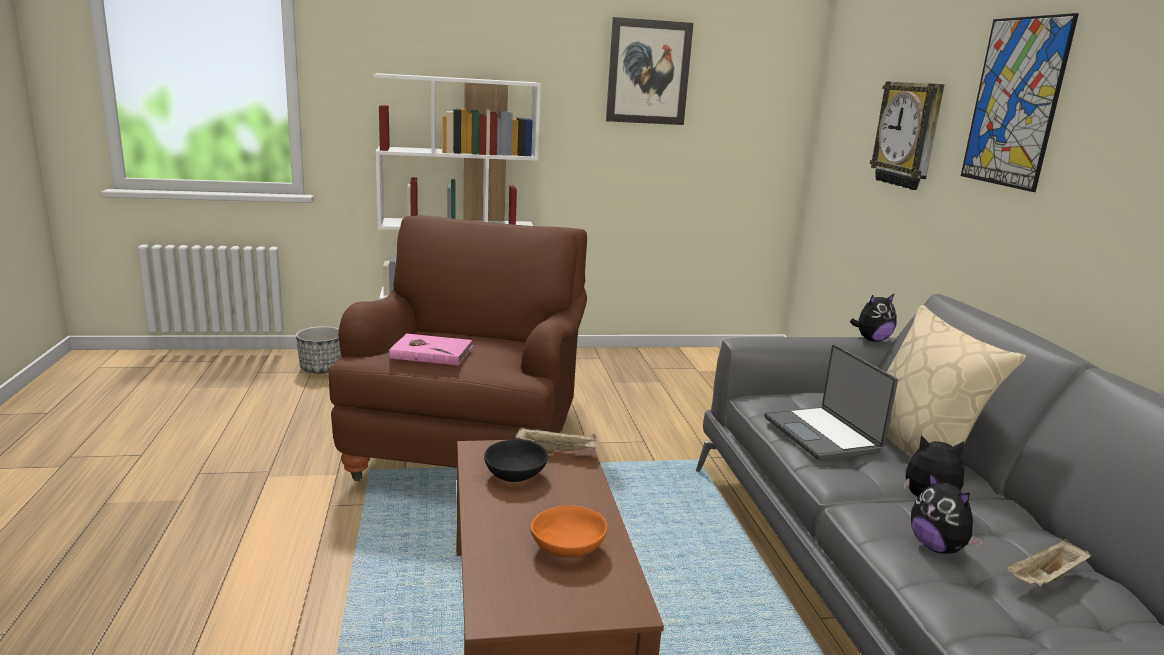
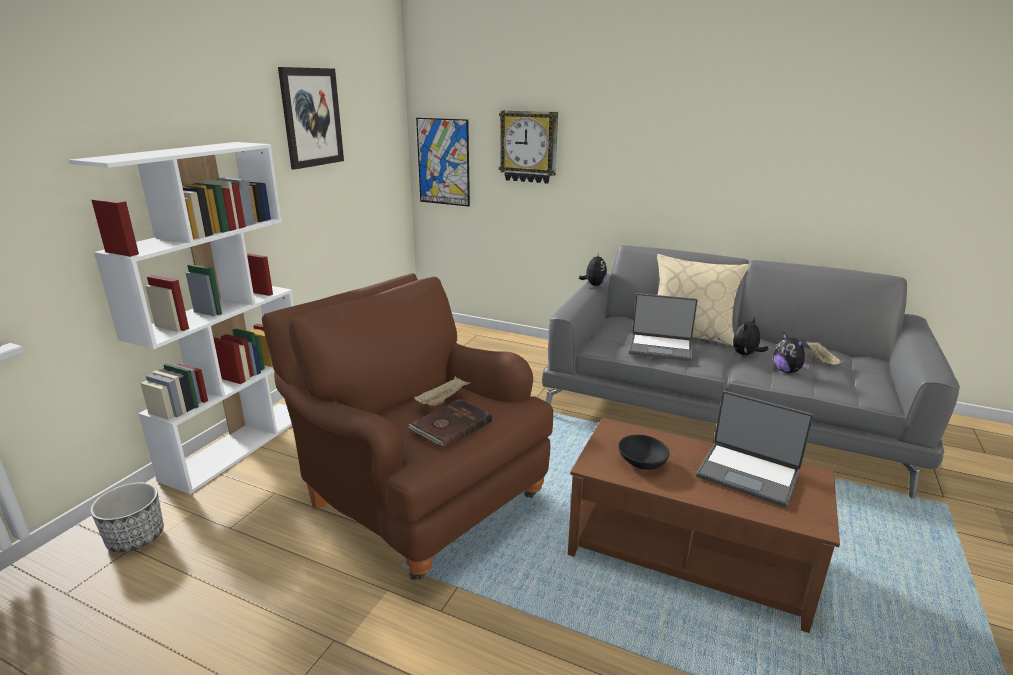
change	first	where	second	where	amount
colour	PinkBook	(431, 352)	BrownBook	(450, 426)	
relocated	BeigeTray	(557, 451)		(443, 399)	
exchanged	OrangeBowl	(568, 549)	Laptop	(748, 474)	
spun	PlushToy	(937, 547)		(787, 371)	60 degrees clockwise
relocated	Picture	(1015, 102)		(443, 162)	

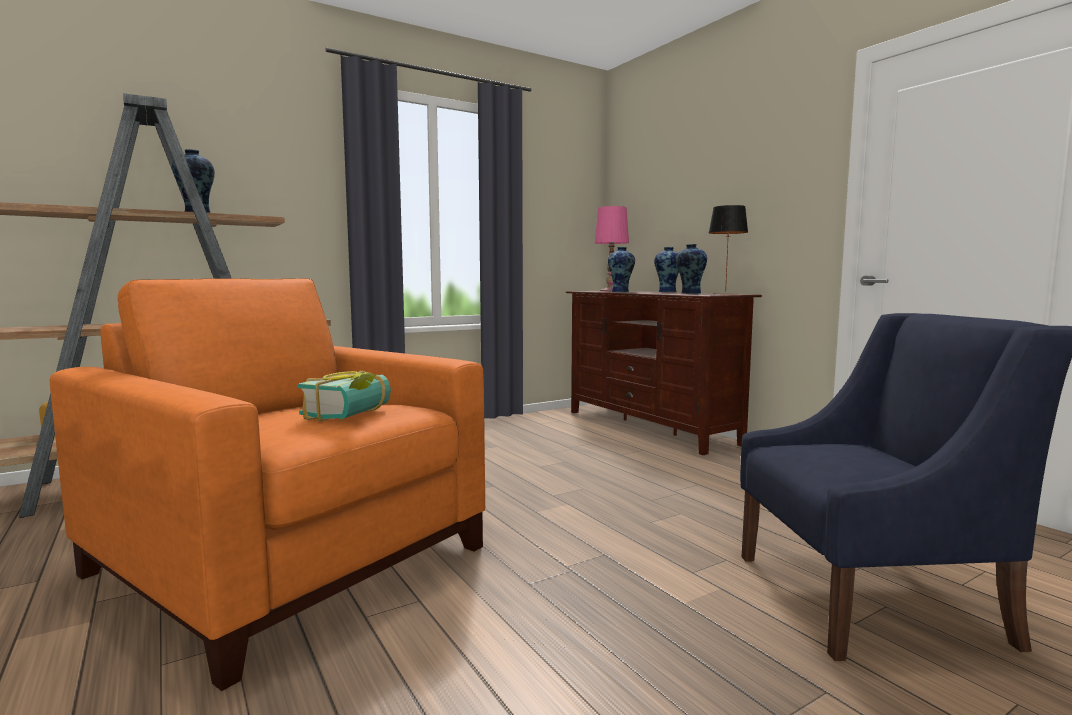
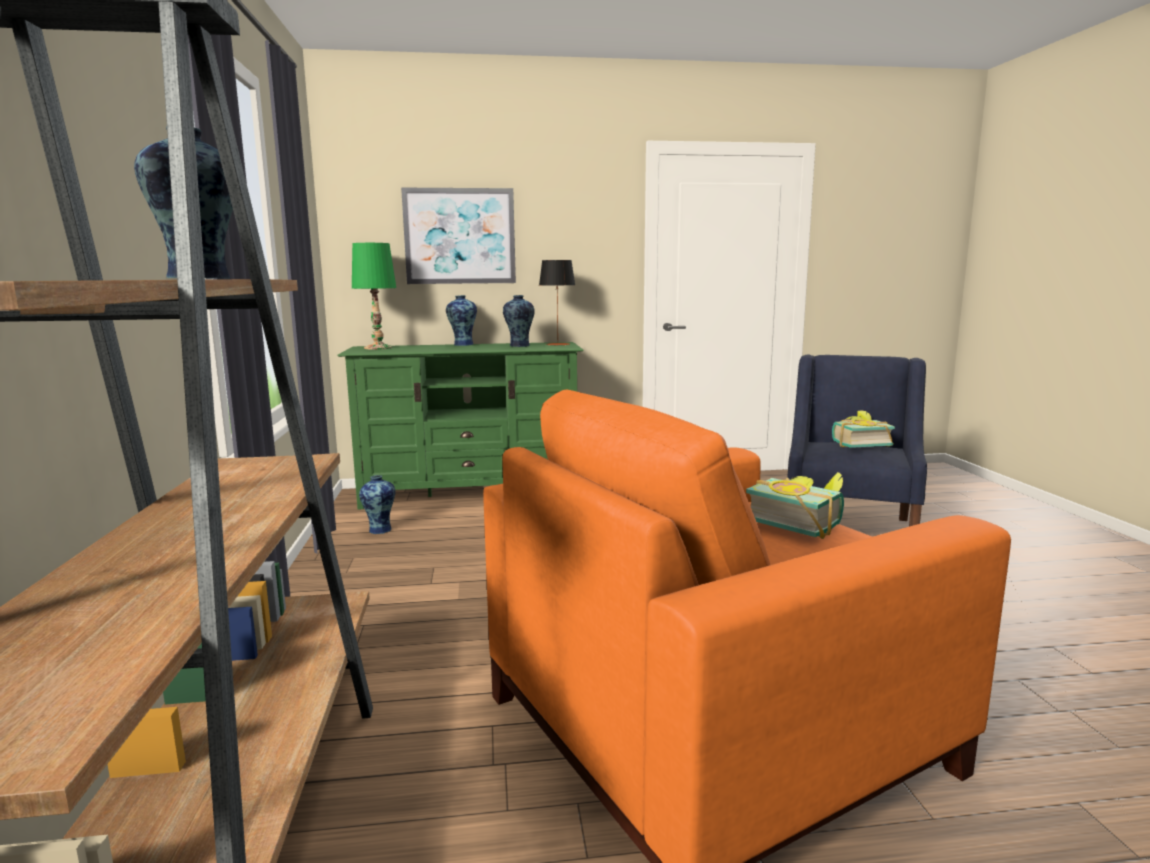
change	first	where	second	where	amount
colour	BrownTvStand	(650, 427)	GreenTvStand	(471, 494)	
colour	PinkTableLamp	(610, 290)	GreenTableLamp	(378, 348)	
relocated	Vase	(621, 292)		(380, 529)	
appeared			Picture	(460, 236)	
appeared			Book	(858, 444)	

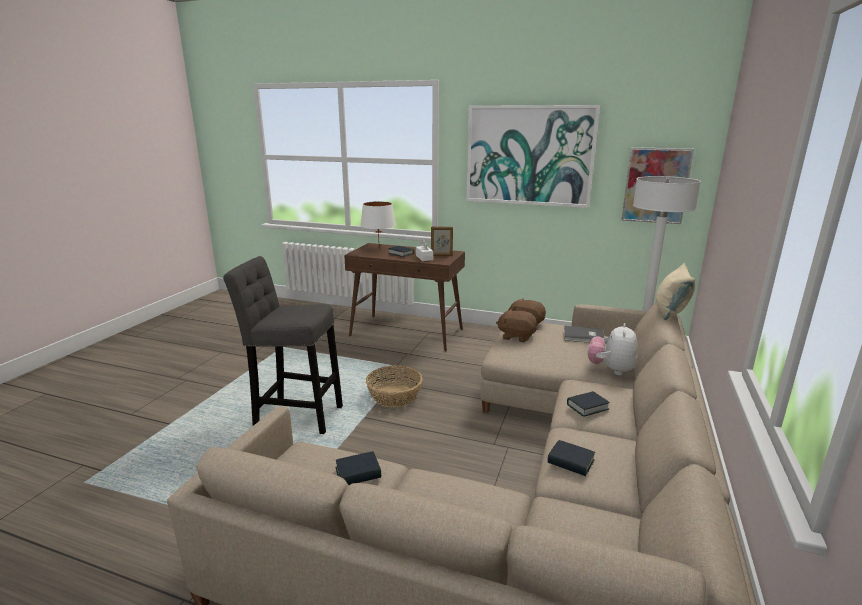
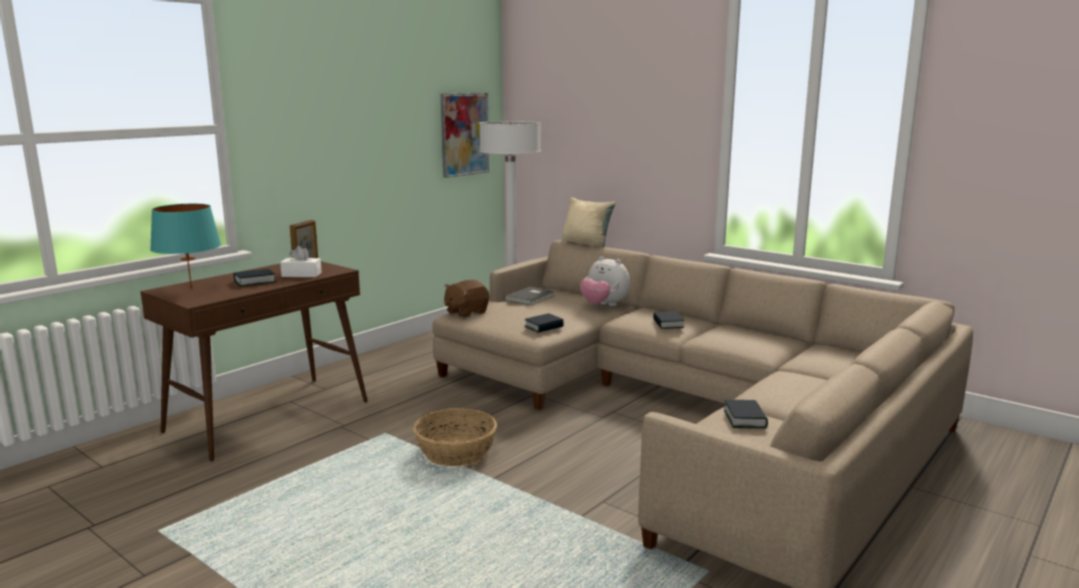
change	first	where	second	where	amount
missing	GreyStool	(295, 415)			
colour	WhiteTableLamp	(379, 248)	TurquoiseTableLamp	(191, 288)	
missing	Picture	(529, 155)			
missing	BrownPlushToy	(516, 336)			
relocated	Book	(570, 462)		(543, 327)	

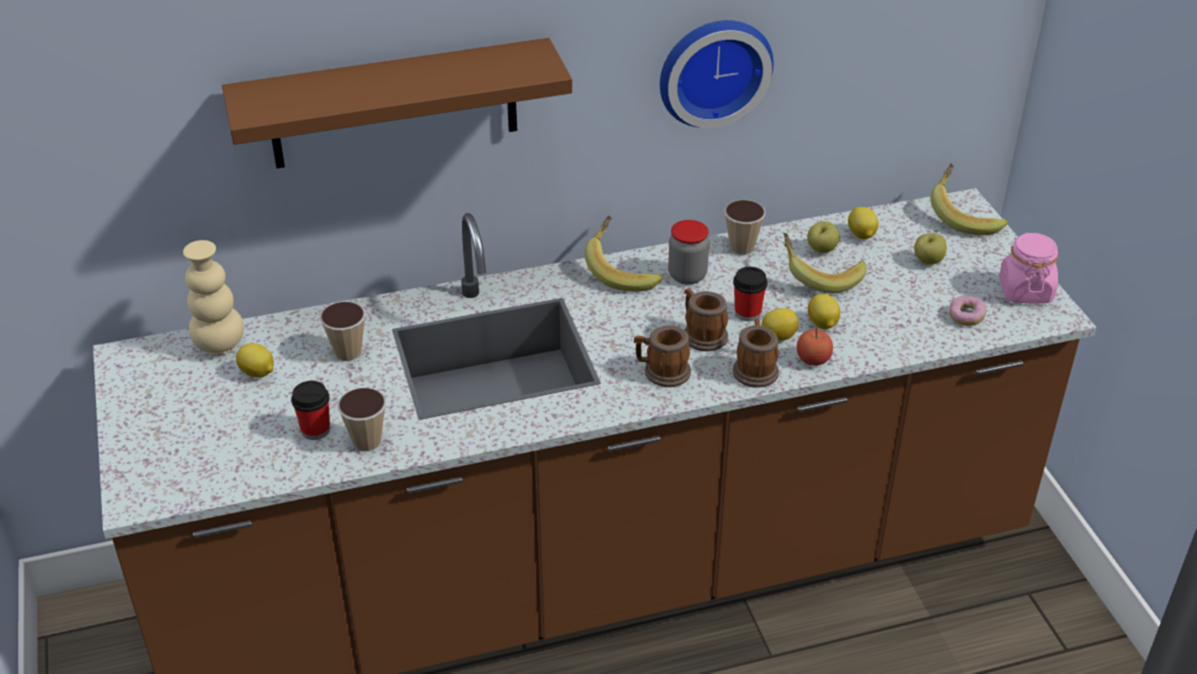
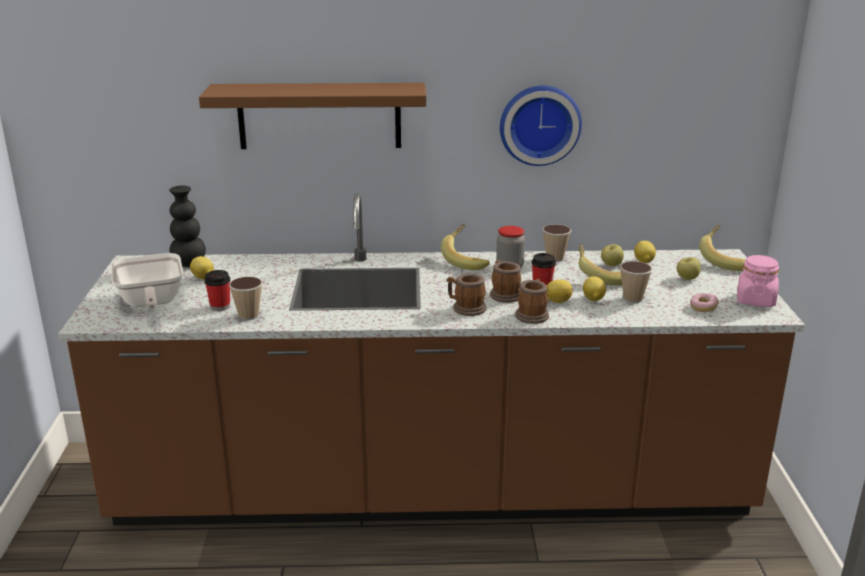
change	first	where	second	where	amount
colour	BeigeVase	(220, 346)	BlackVase	(189, 264)	
relocated	Cup	(348, 352)		(632, 298)	
missing	Apple	(813, 359)			
appeared			FryingPan	(151, 303)	

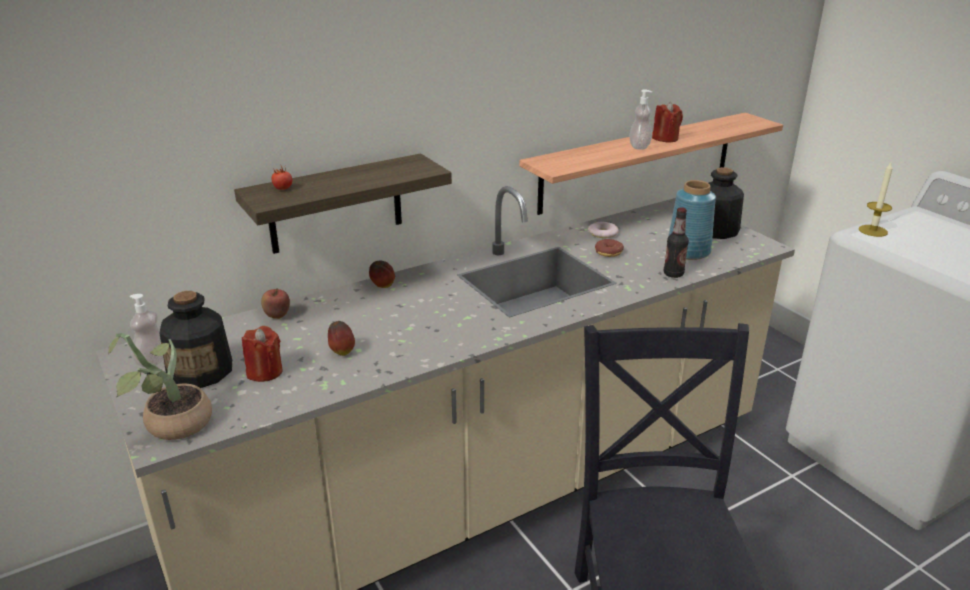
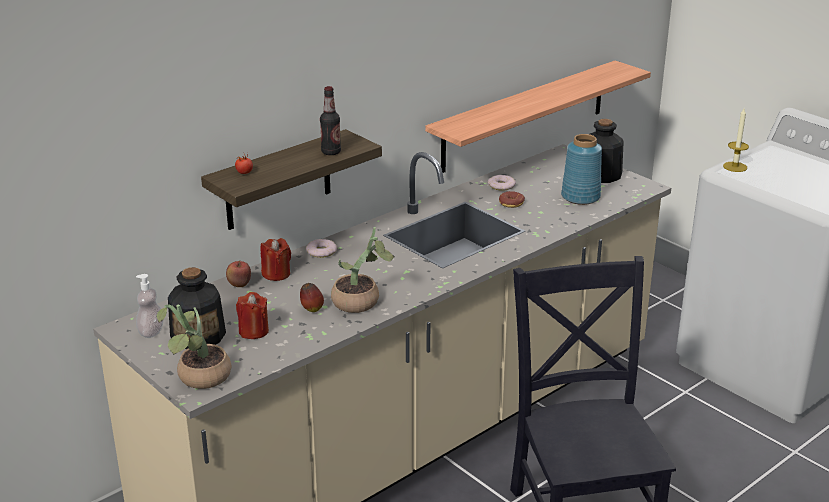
change	first	where	second	where	amount
exchanged	Apple	(382, 287)	Donut	(321, 251)	
missing	SoapDispenser	(639, 147)			
relocated	RedCandle	(665, 138)		(276, 274)	
relocated	Bottle	(673, 274)		(331, 152)	
appeared			PottedPlant	(361, 303)	

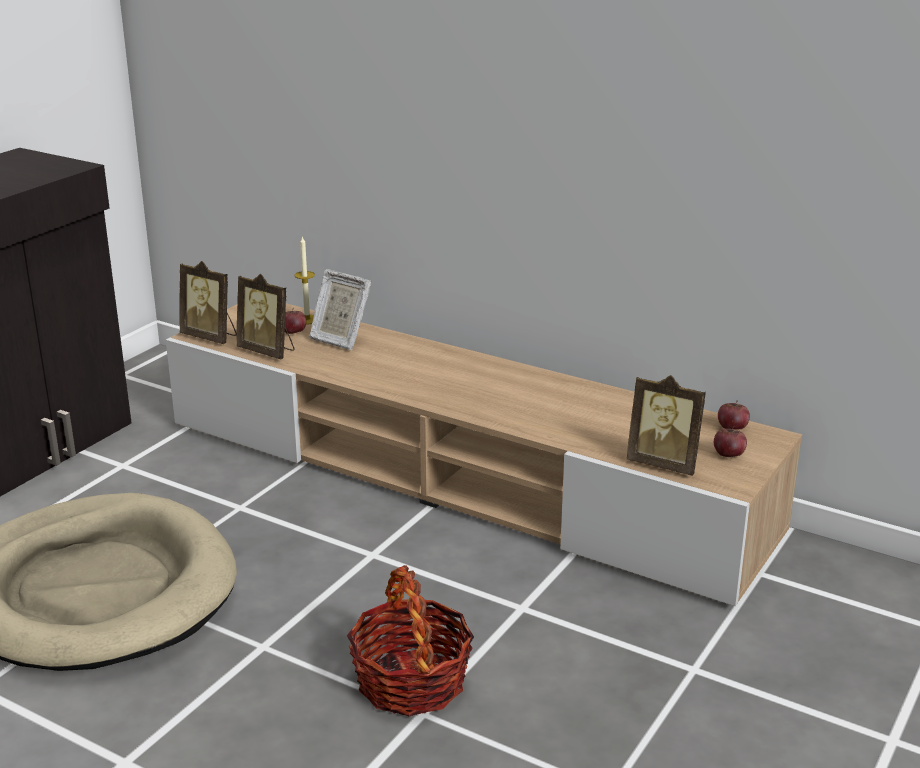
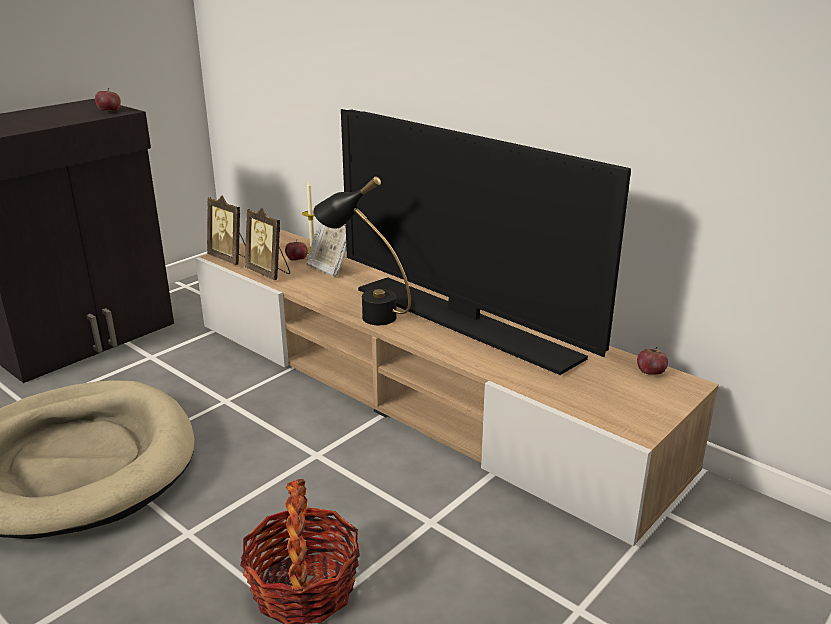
change	first	where	second	where	amount
missing	PictureFrame	(664, 464)			
relocated	Apple	(728, 455)		(109, 111)	
appeared			BlackTableLamp	(365, 313)	
appeared			Television	(465, 322)	

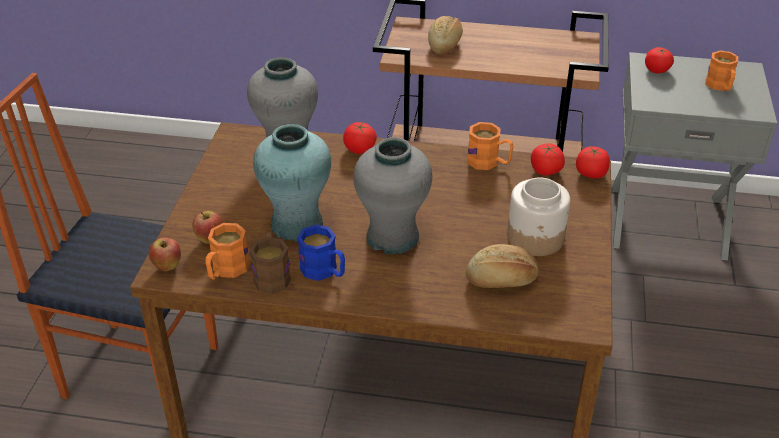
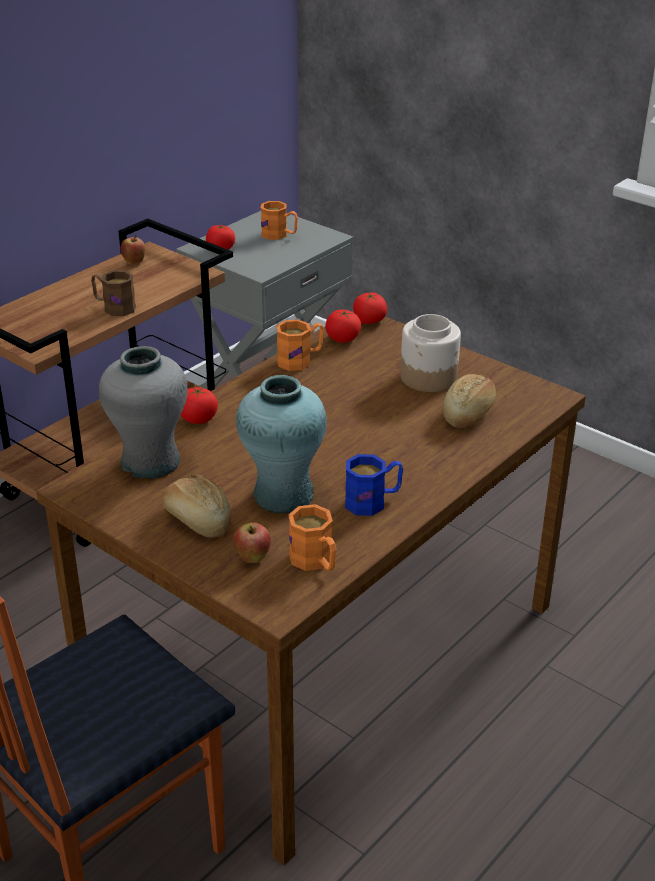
change	first	where	second	where	amount
relocated	Apple	(167, 267)		(134, 263)	
relocated	BrownMug	(272, 275)		(114, 307)	
missing	GreyVase	(393, 238)			
relocated	Bread	(445, 44)		(198, 520)	

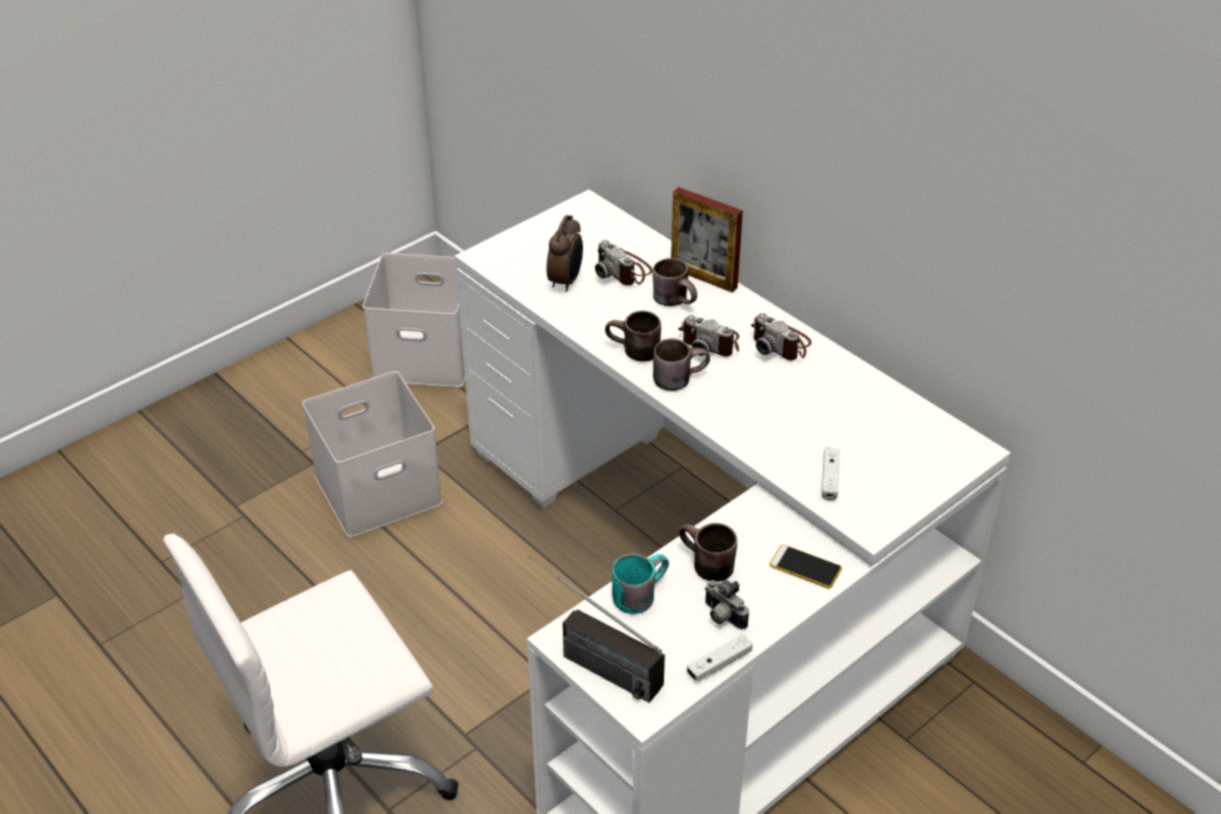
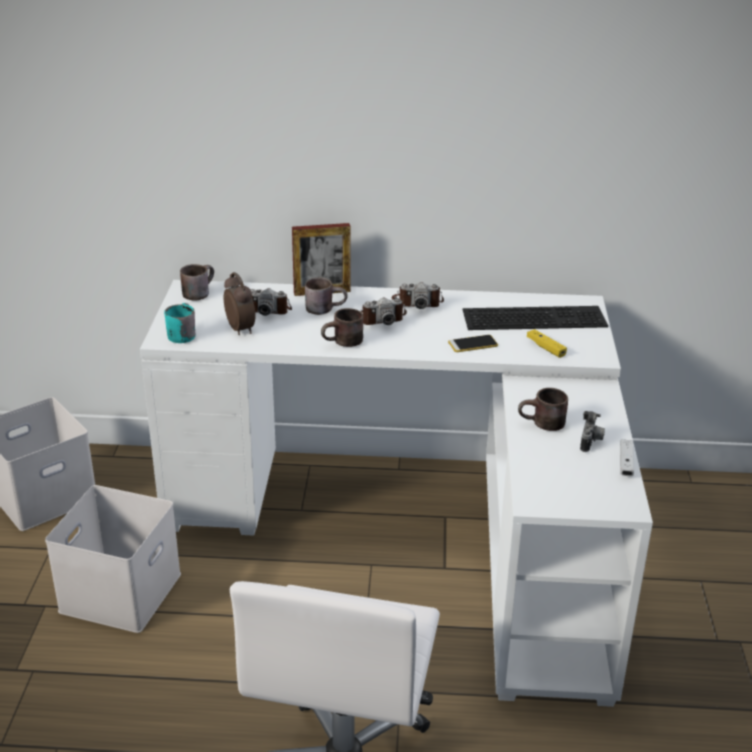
change	first	where	second	where	amount
missing	Radio	(588, 660)			
relocated	TurquoiseMug	(637, 593)		(180, 334)	
relocated	BrownMug	(678, 377)		(197, 292)	
spun	PhotoCamera	(722, 617)		(591, 442)	75 degrees counterclockwise
relocated	Phone	(805, 567)		(473, 344)	
colour	WhiteGameController	(830, 479)	YellowGameController	(545, 348)	
appeared			Keyboard	(535, 317)	

